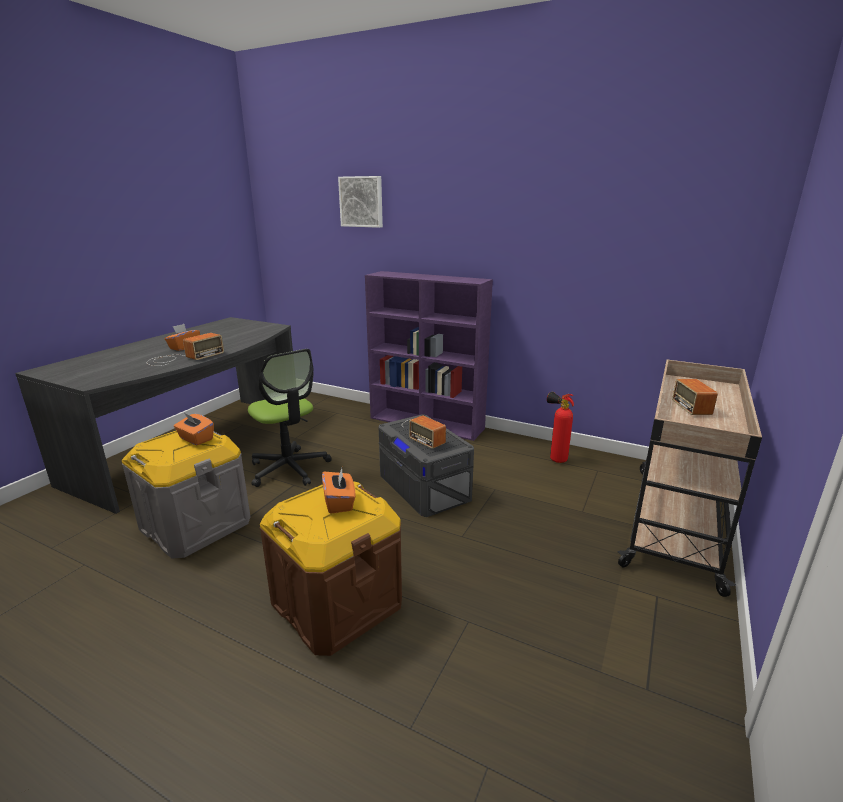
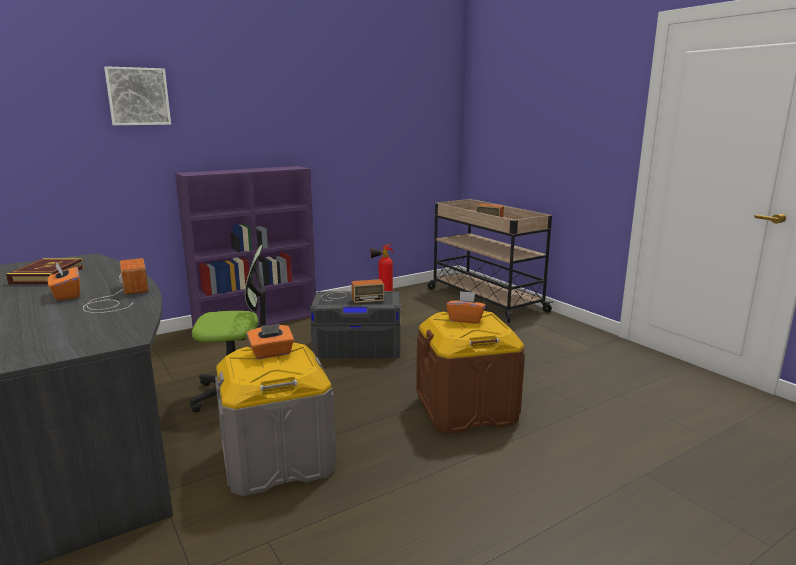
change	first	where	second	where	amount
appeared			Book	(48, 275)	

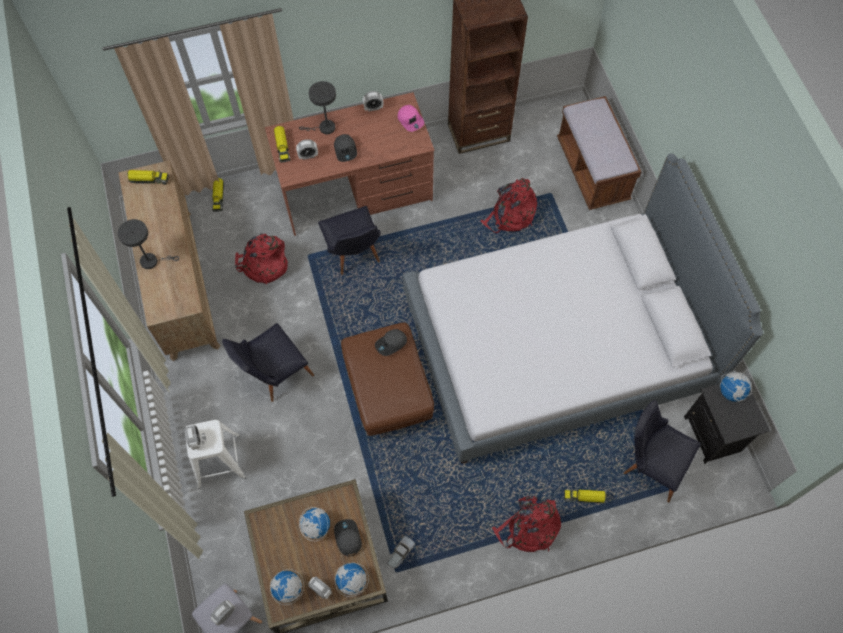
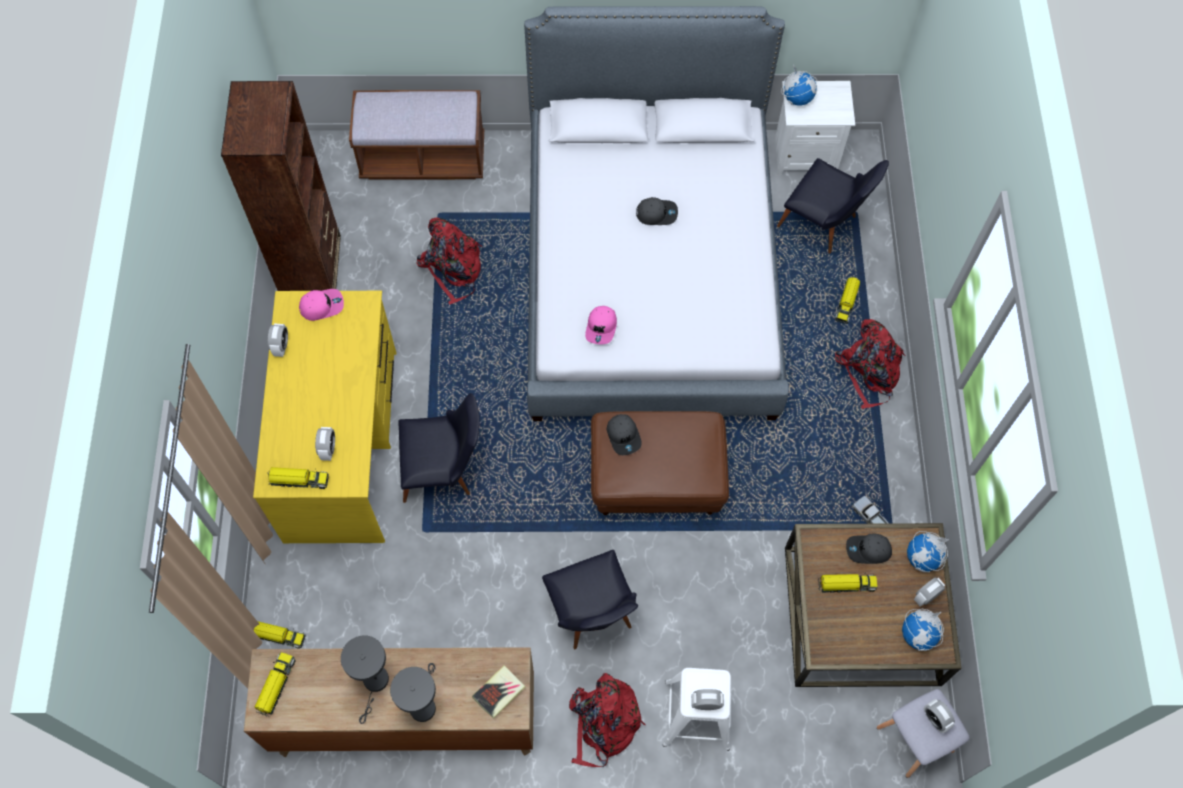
change	first	where	second	where	amount
relocated	RedBackpack	(264, 264)		(603, 724)	
colour	BrownDesk	(356, 191)	YellowDesk	(342, 444)	
relocated	GreyTableLamp	(324, 128)		(375, 684)	
exchanged	Globe	(316, 526)	ToyTruck	(846, 584)	
relocated	GreyCap	(345, 150)		(656, 213)	
spun	BlackChair	(650, 463)		(823, 225)	105 degrees counterclockwise
colour	BlackNightstand	(713, 434)	WhiteNightstand	(804, 155)	
appeared			Book	(499, 692)	
appeared			PinkCap	(601, 327)	

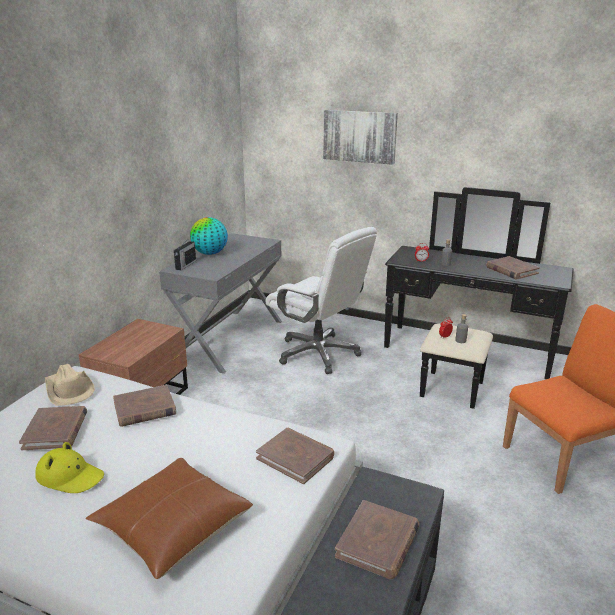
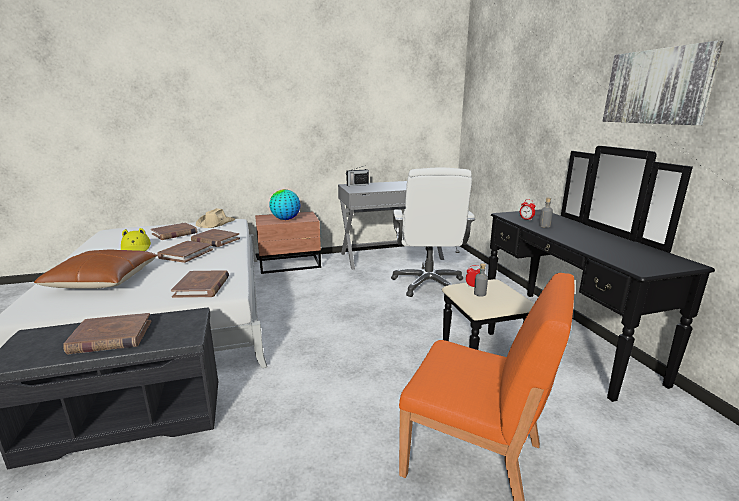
change	first	where	second	where	amount
relocated	Globe	(210, 253)		(285, 219)	
relocated	Picture	(359, 136)		(657, 87)	
relocated	BrownBook	(511, 270)		(186, 254)	

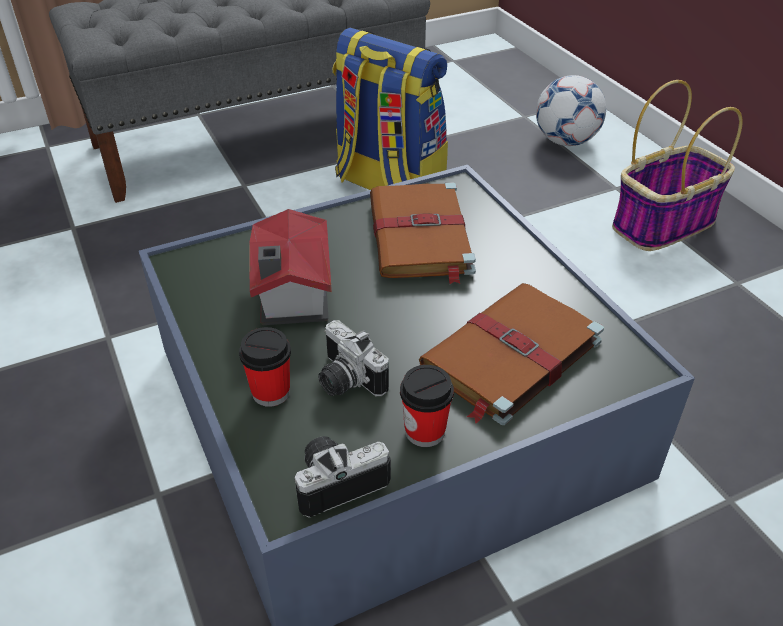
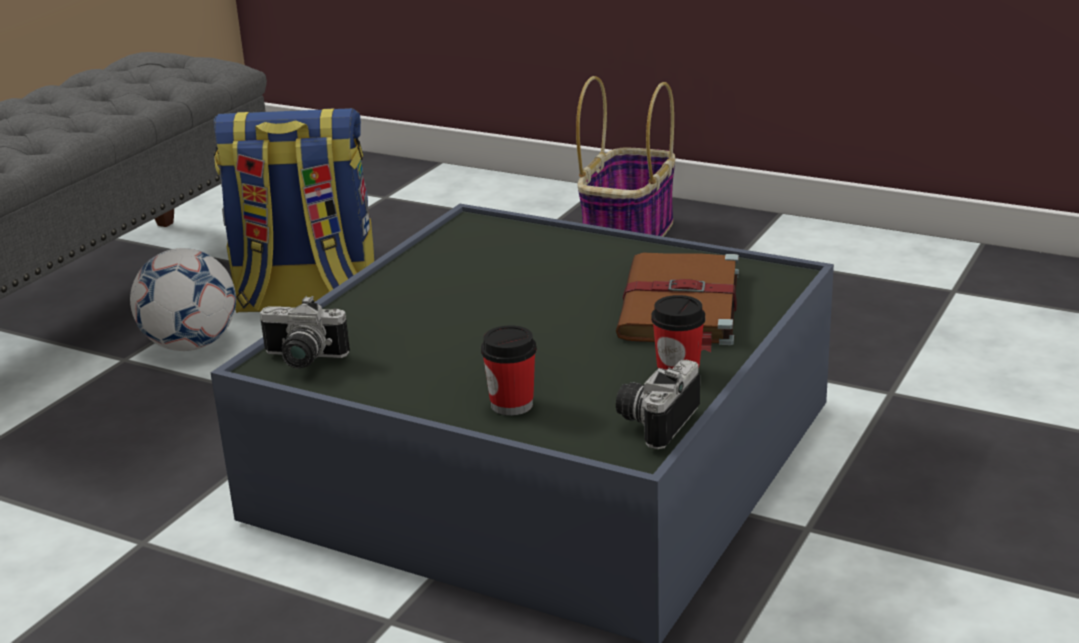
change	first	where	second	where	amount
missing	ToyHouse	(291, 295)			
relocated	PhotoCamera	(345, 380)		(301, 360)	
missing	BrownBook	(420, 236)			
relocated	Football	(565, 141)		(191, 345)	

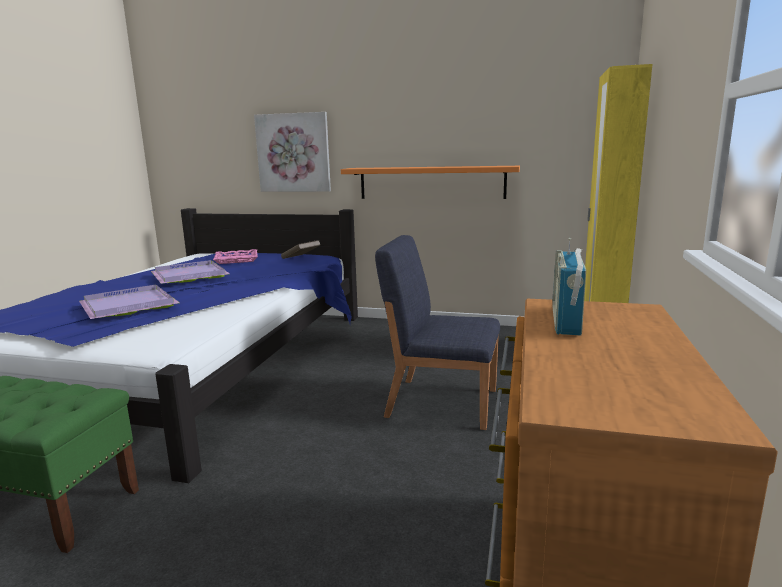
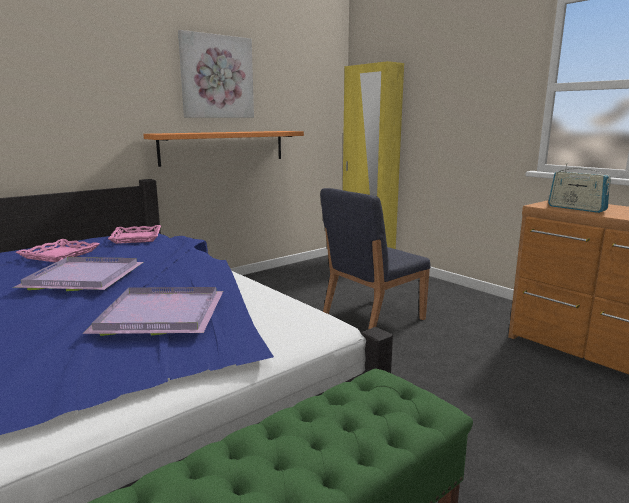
change	first	where	second	where	amount
relocated	Picture	(293, 153)		(216, 77)	
exchanged	BrownBook	(301, 258)	PinkTray	(136, 238)	

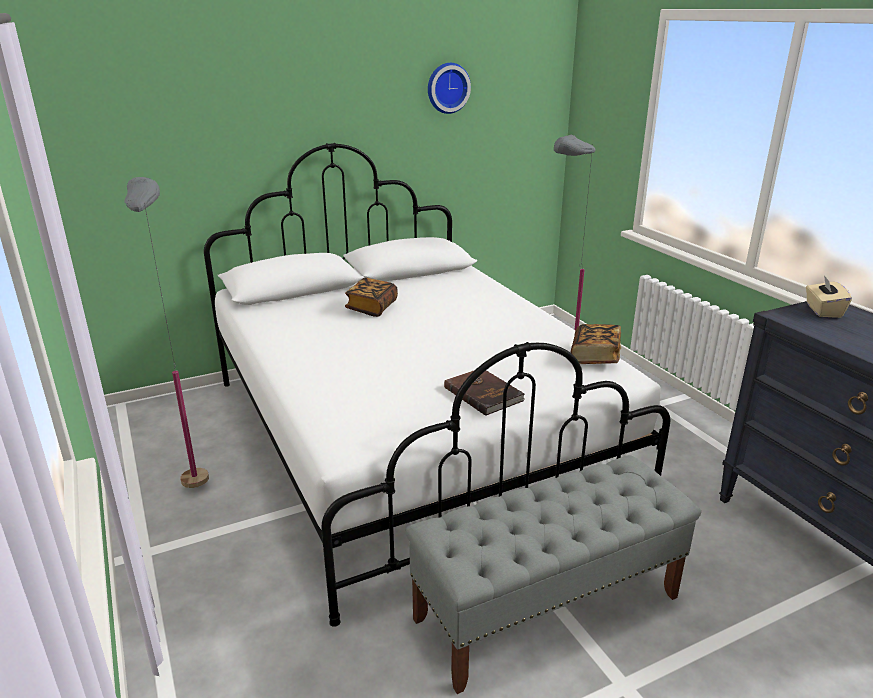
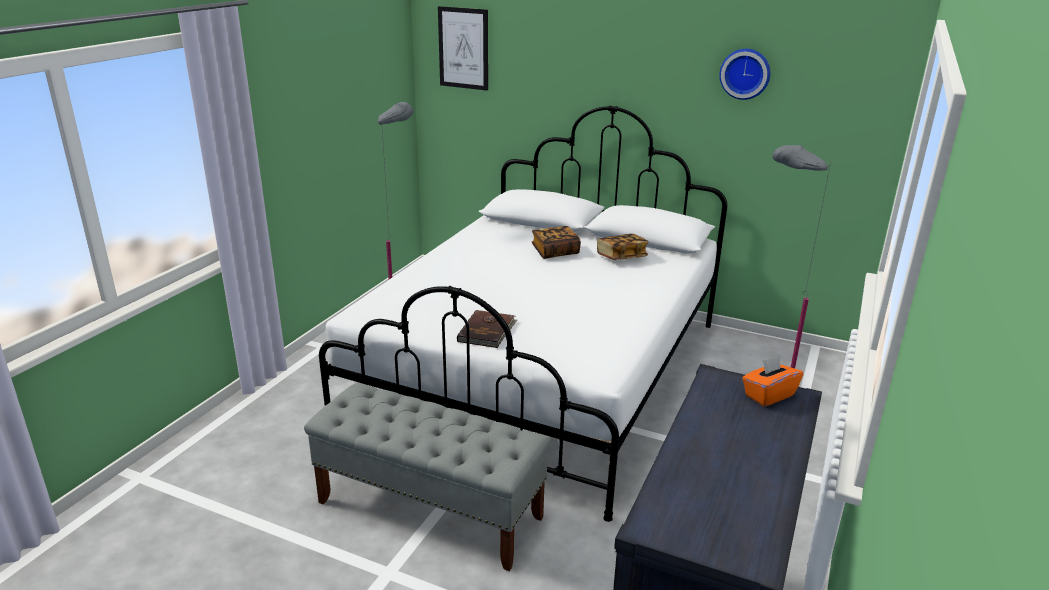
change	first	where	second	where	amount
relocated	Book	(595, 357)		(621, 257)	
colour	BeigeTissueBox	(823, 310)	OrangeTissueBox	(768, 395)	
appeared			Picture	(463, 48)	

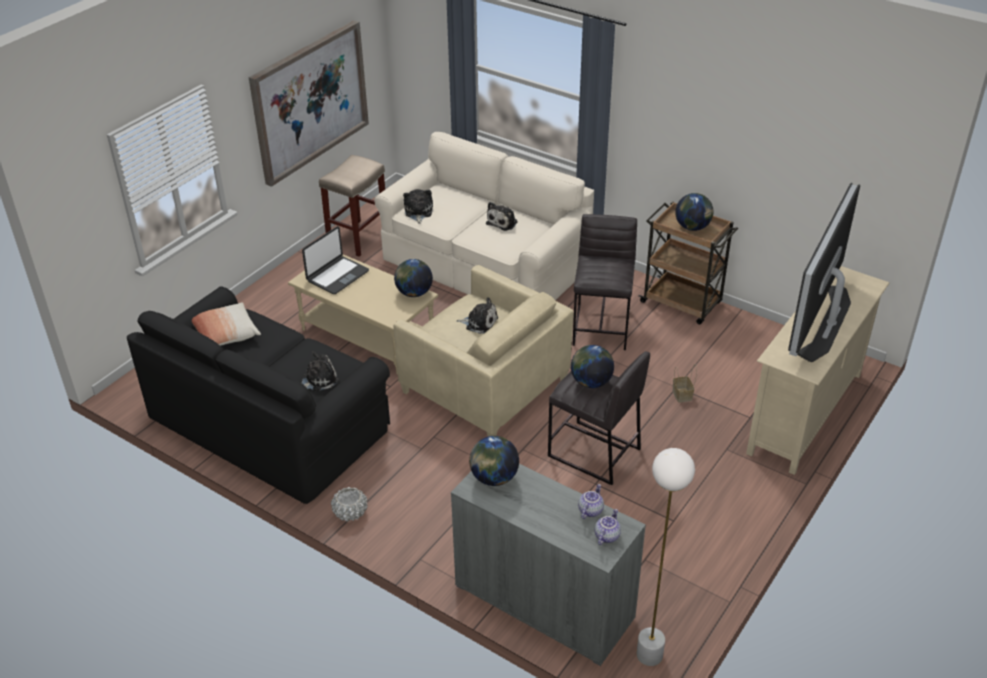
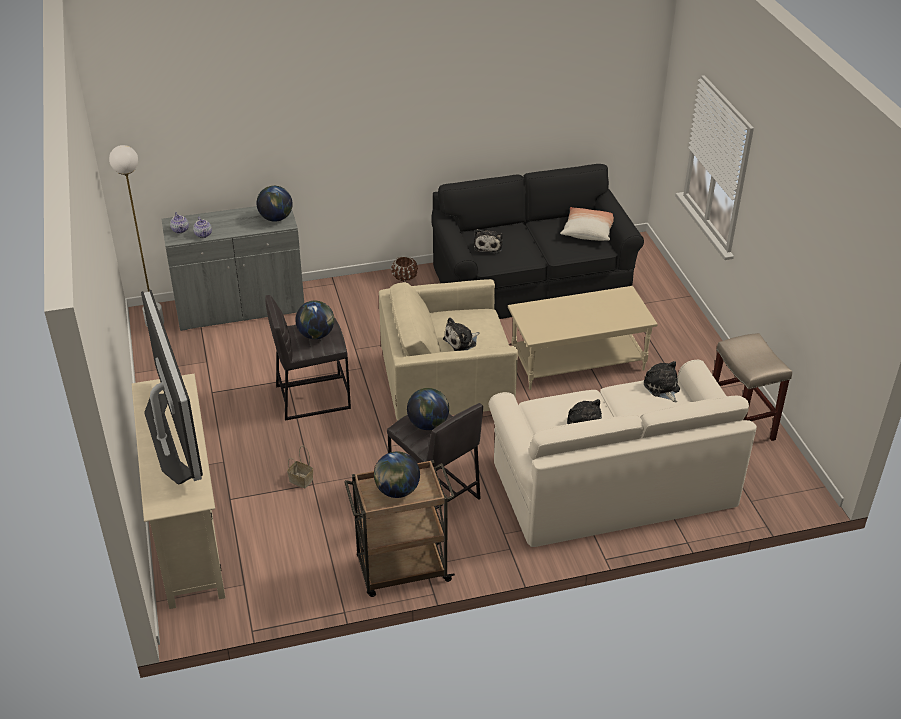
change	first	where	second	where	amount
missing	Picture	(309, 101)			
missing	Laptop	(337, 276)			
colour	WhitePlanter	(350, 513)	BrownPlanter	(404, 276)	
relocated	Globe	(414, 293)		(428, 424)	
spun	PlushToy	(418, 212)		(662, 388)	150 degrees counterclockwise

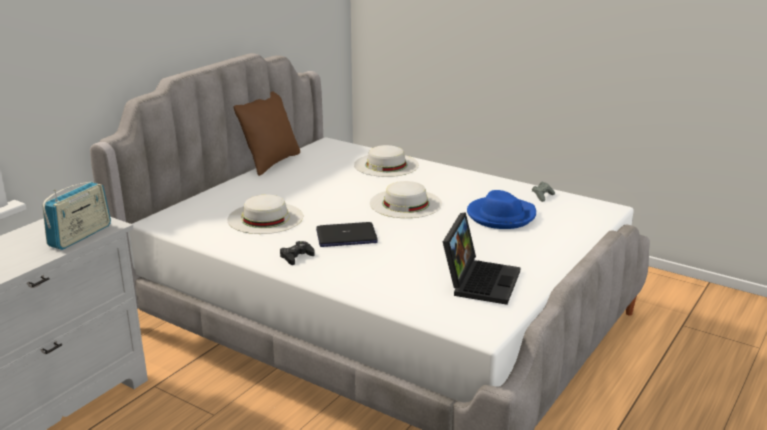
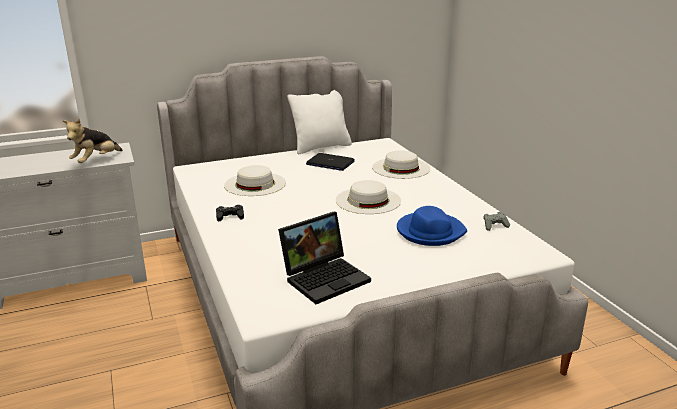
change	first	where	second	where	amount
exchanged	Radio	(80, 236)	PlushToy	(96, 161)	
colour	BrownPillow	(271, 162)	WhitePillow	(321, 147)	
relocated	Laptop	(346, 236)		(330, 163)	

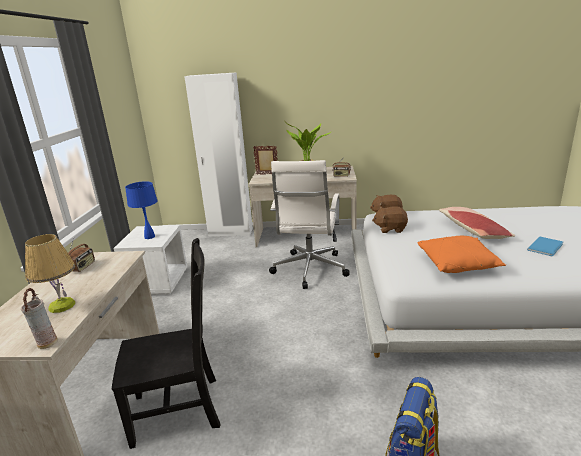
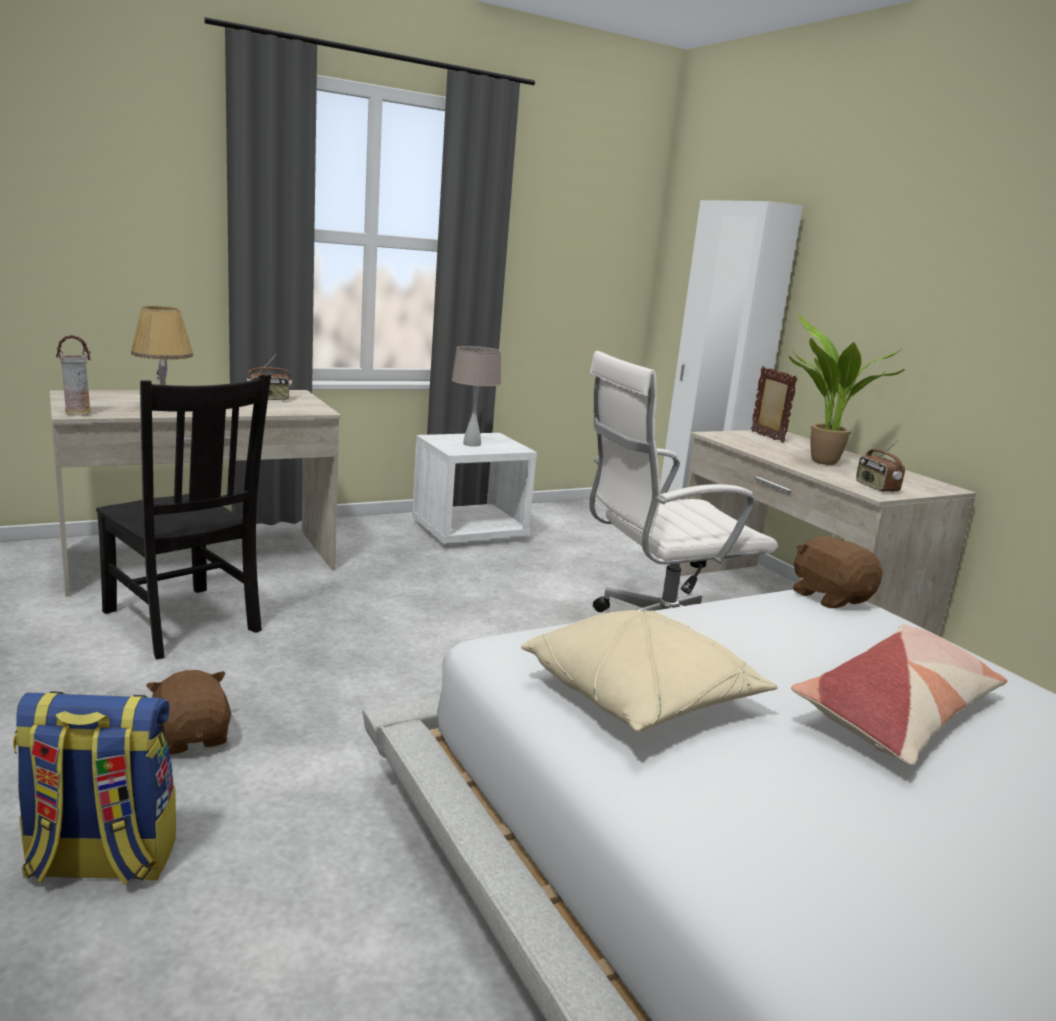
change	first	where	second	where	amount
colour	BlueTableLamp	(149, 237)	BeigeTableLamp	(471, 444)	
relocated	BrownPlushToy	(390, 229)		(193, 737)	
colour	OrangePillow	(458, 264)	BeigePillow	(642, 697)	
missing	BlueBook	(546, 247)			

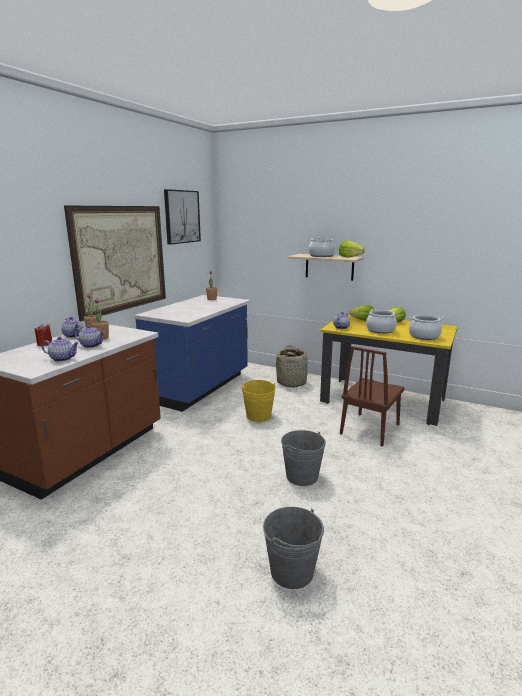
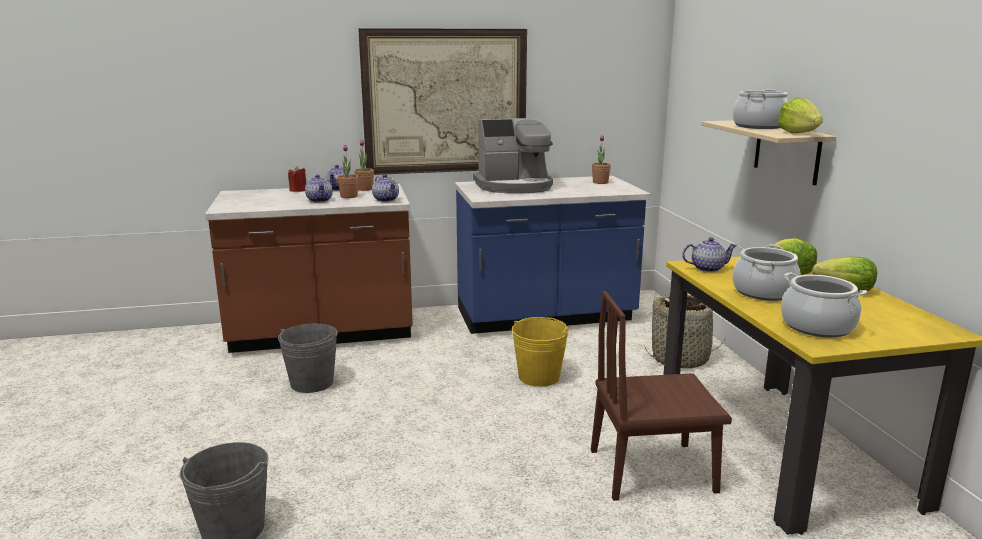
change	first	where	second	where	amount
relocated	Teapot	(63, 359)		(386, 200)	
missing	Picture	(182, 217)			
relocated	GreyBucket	(302, 476)		(312, 383)	
appeared			CoffeeMachine	(514, 186)	

